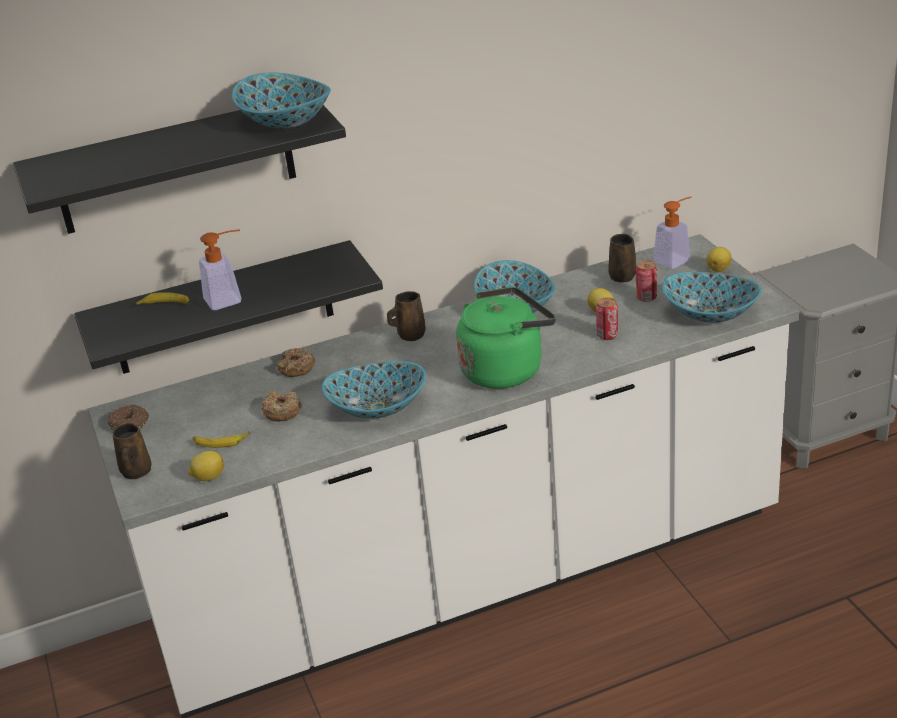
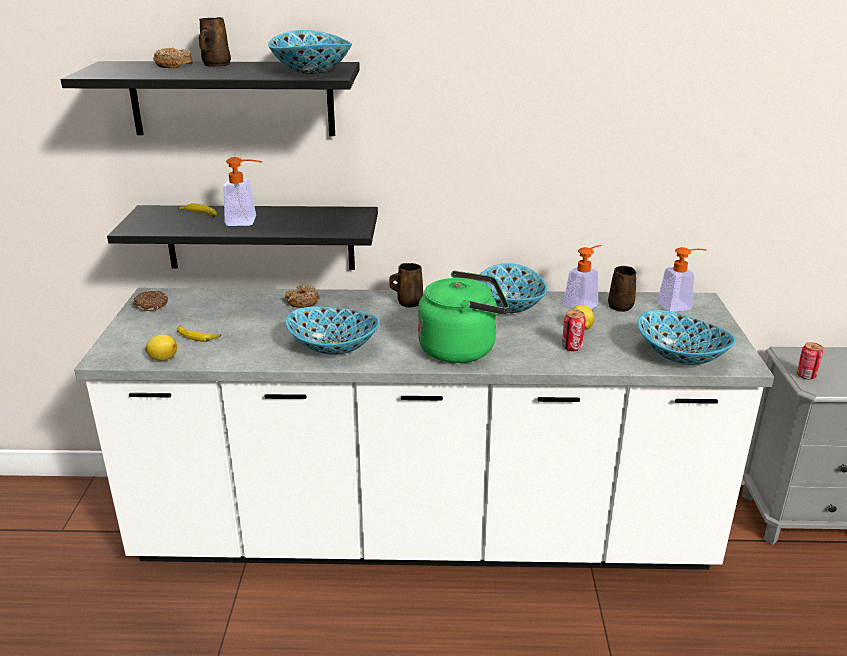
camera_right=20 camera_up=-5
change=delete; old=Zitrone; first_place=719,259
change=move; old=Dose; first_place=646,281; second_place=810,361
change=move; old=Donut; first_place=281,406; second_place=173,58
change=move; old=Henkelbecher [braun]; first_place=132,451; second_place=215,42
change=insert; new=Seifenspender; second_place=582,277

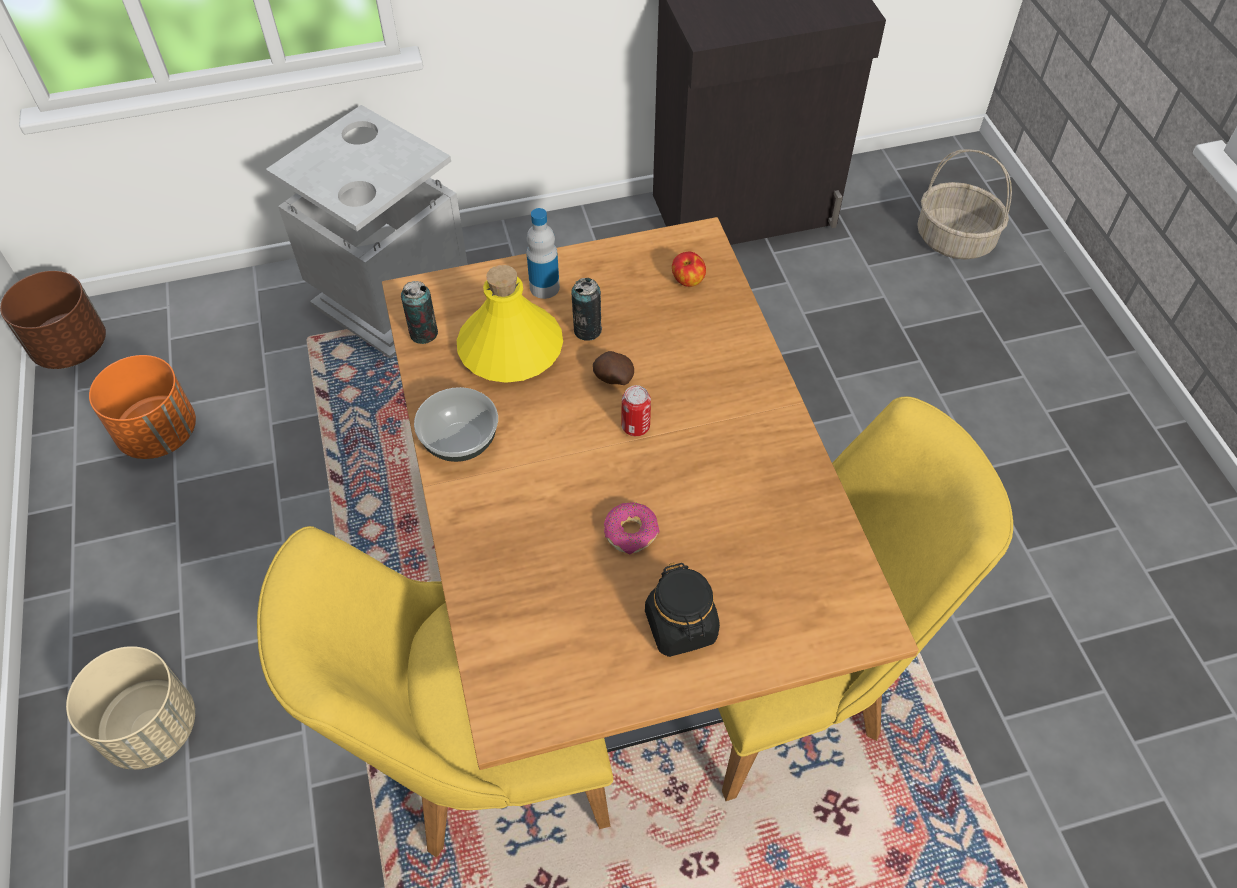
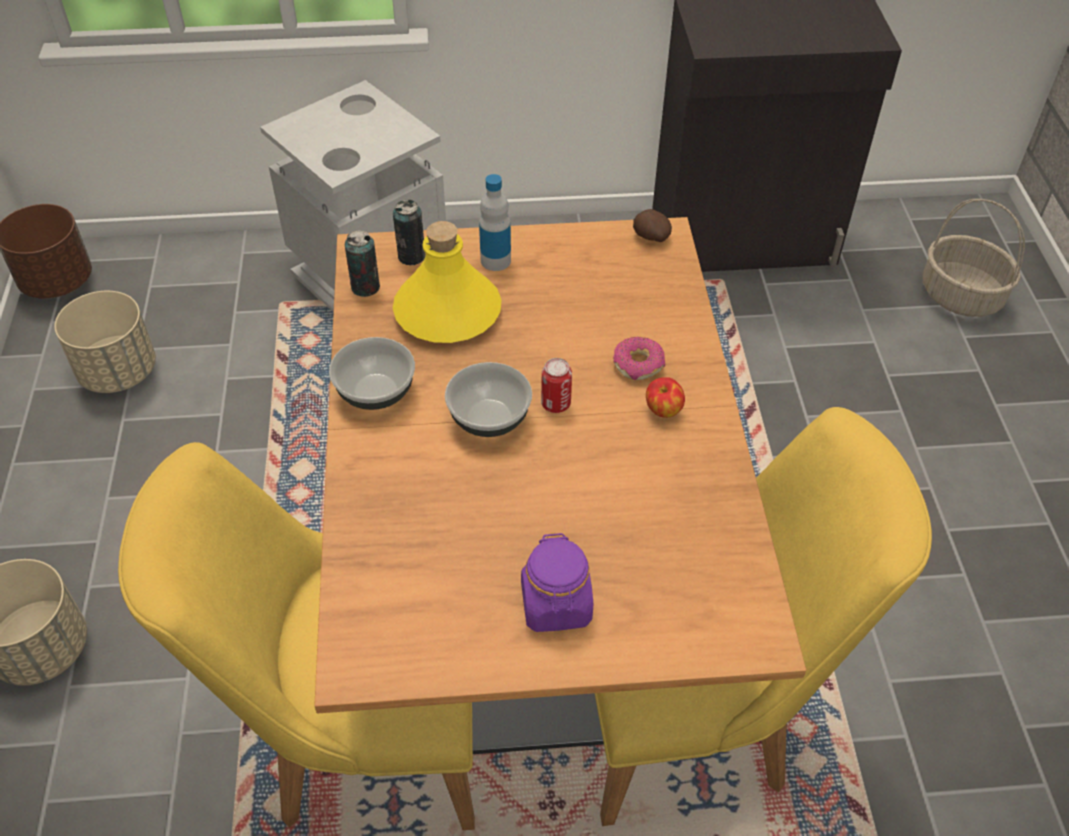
camera_right=10 camera_up=-5
change=move; old=Apfel; first_place=689,269; second_place=665,397
change=move; old=Dose; first_place=586,309; second_place=409,232
change=move; old=Kartoffel; first_place=613,368; second_place=652,225
change=recolor; old=Pflanzkübel [orange]; new=Pflanzkübel [beige]; first_place=142,407; second_place=105,342
change=move; old=Donut; first_place=632,528; second_place=639,358
change=recolor; old=Vorratsglas [schwarz]; new=Vorratsglas [lila]; first_place=682,610; second_place=557,582
change=insert; new=Schüssel; second_place=488,399

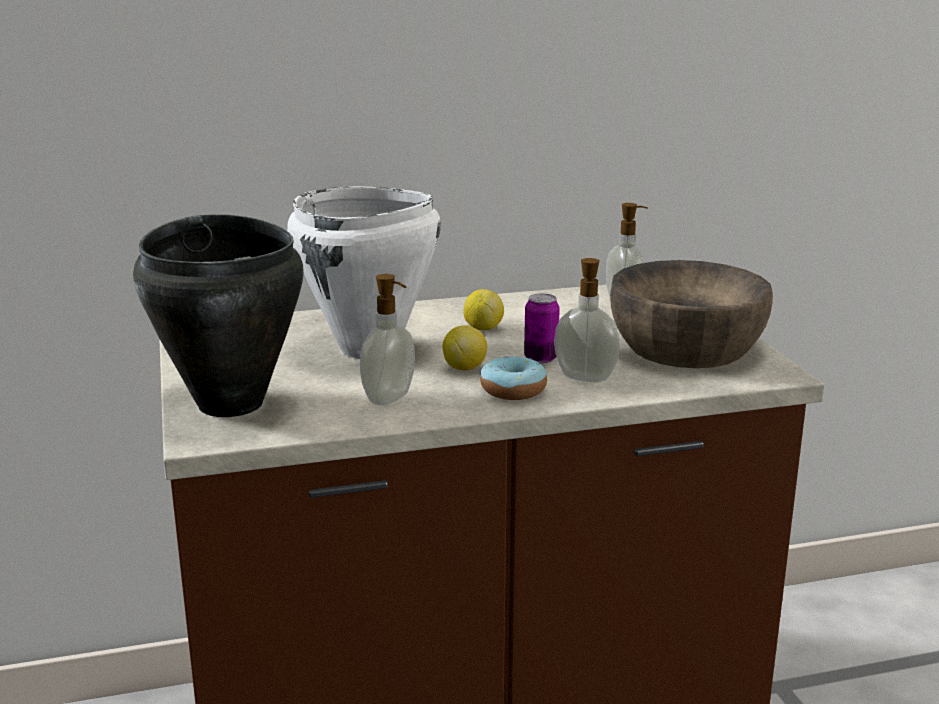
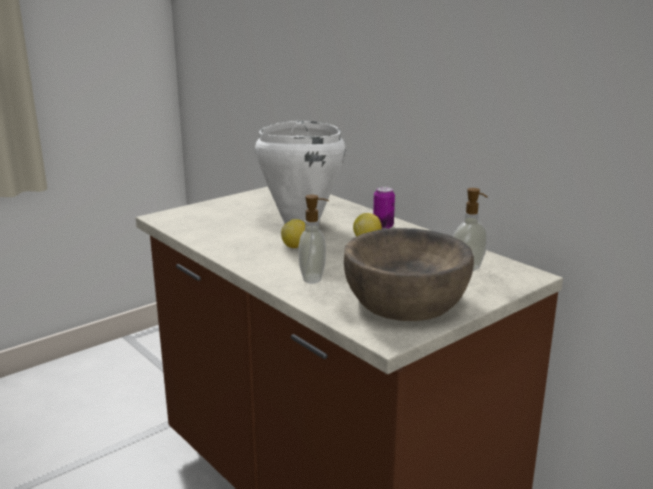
camera_right=65 camera_up=0
change=delete; old=Kochtopf [schwarz]; first_place=218,315
change=delete; old=Seifenspender; first_place=387,339
change=move; old=Dose; first_place=542,328; second_place=384,208
change=delete; old=Donut; first_place=513,378

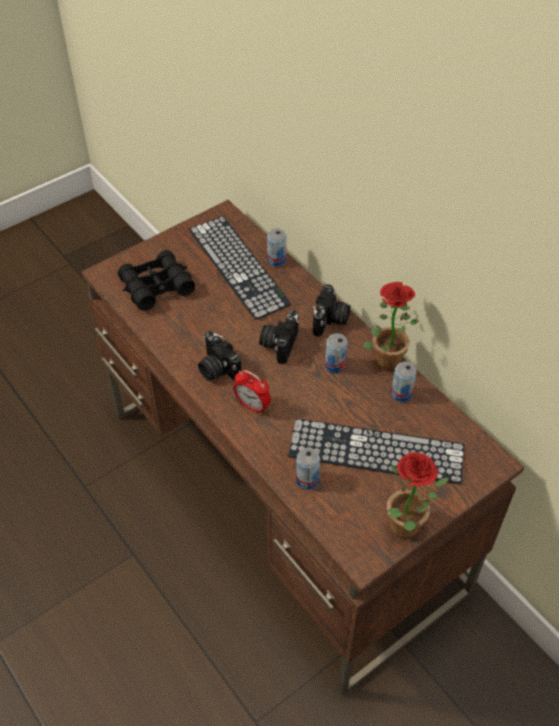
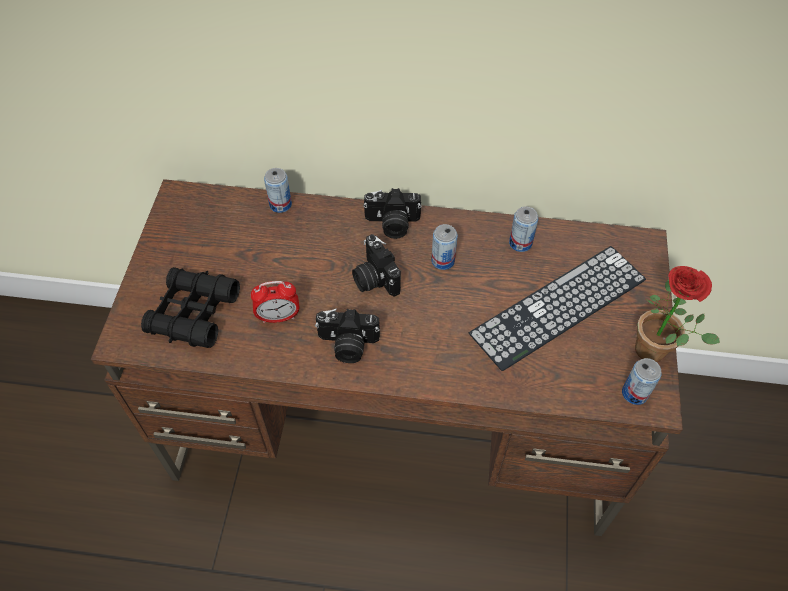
camera_right=-45 camera_up=5
change=delete; old=Tastatur; first_place=240,268
change=delete; old=Topfpflanze; first_place=390,326
change=rotate; old=Kamera; first_place=331,310; second_place=392,213; degrees=120
change=move; old=Wecker; first_place=252,392; second_place=275,302
change=move; old=Dose; first_place=308,469; second_place=642,381

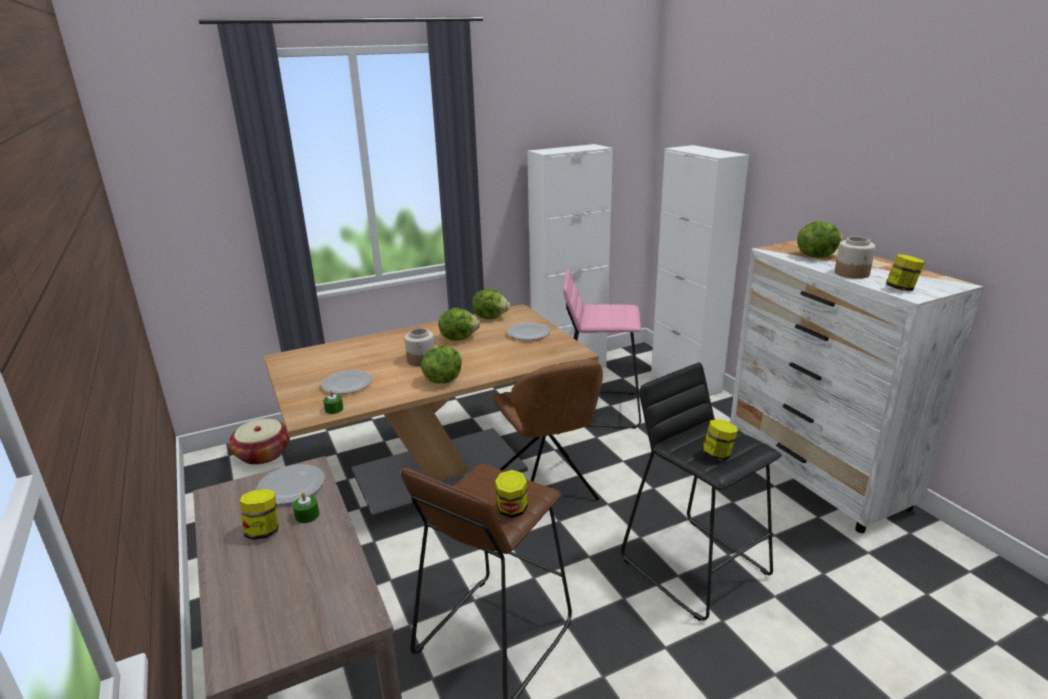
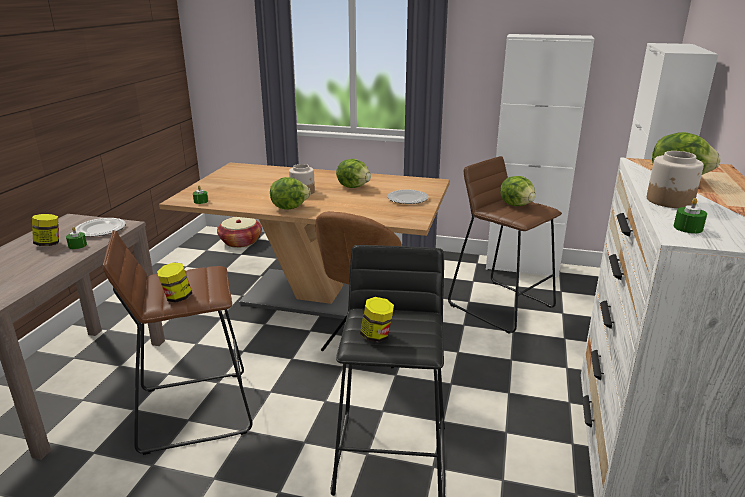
camera_right=40 camera_up=0
change=replace; old=Vorratsglas; new=Kerze [grün]; first_place=905,272; second_place=690,215
change=recolor; old=Hocker [rosa]; new=Hocker [braun]; first_place=602,348; second_place=505,245
change=move; old=Salatkopf; first_place=491,304; second_place=518,191
change=delete; old=Teller; first_place=347,382

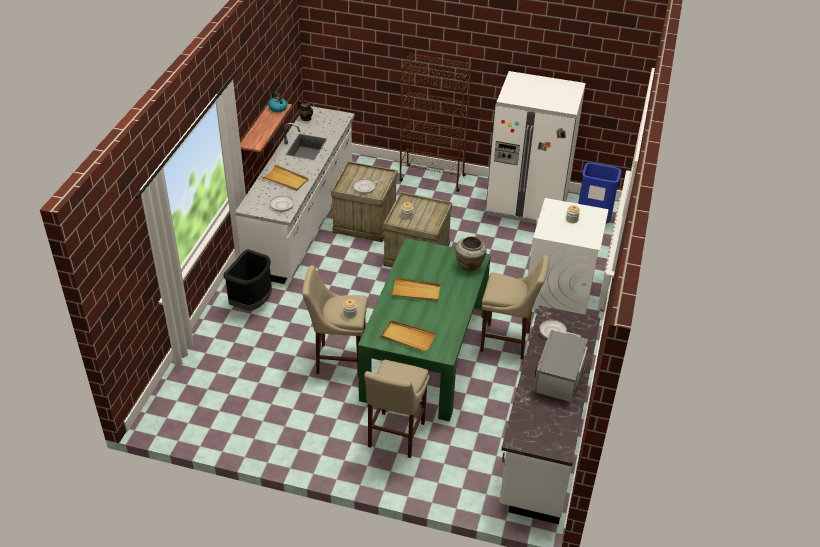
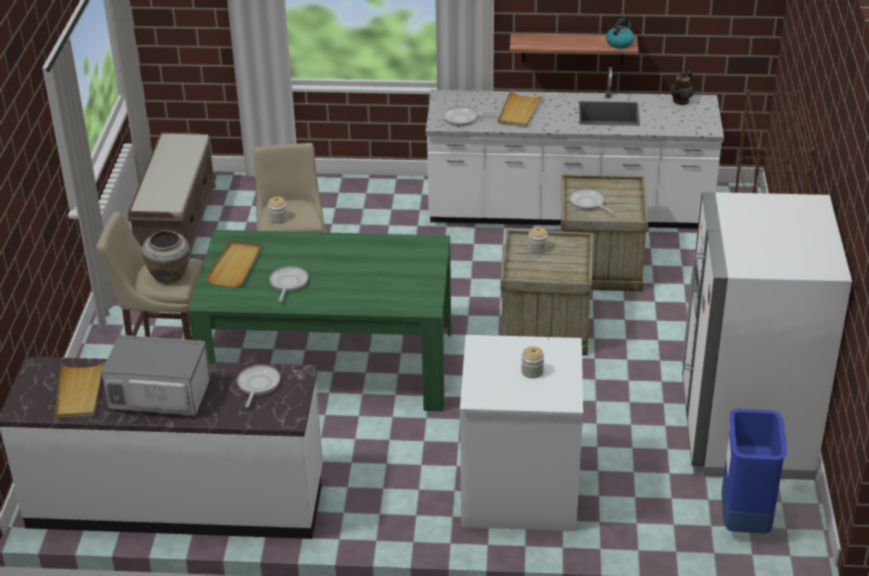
camera_right=80 camera_up=-5
change=move; old=Vase [beige]; first_place=471,253; second_place=166,256
change=delete; old=Mülleimer [schwarz]; first_place=247,280
change=delete; old=Hocker [beige]; first_place=515,307
change=move; old=Tablett [beige]; first_place=416,290; second_place=79,390
change=insert; new=Bank [braun]; second_place=172,193
change=insert; new=Pfanne; second_place=288,284

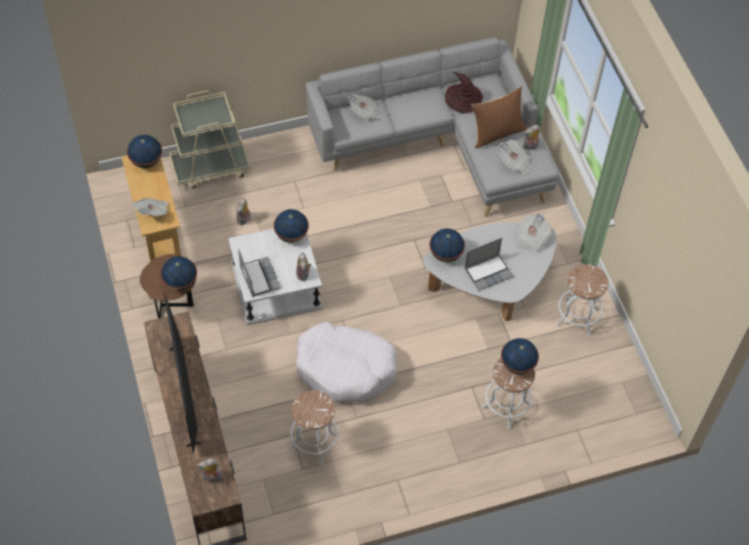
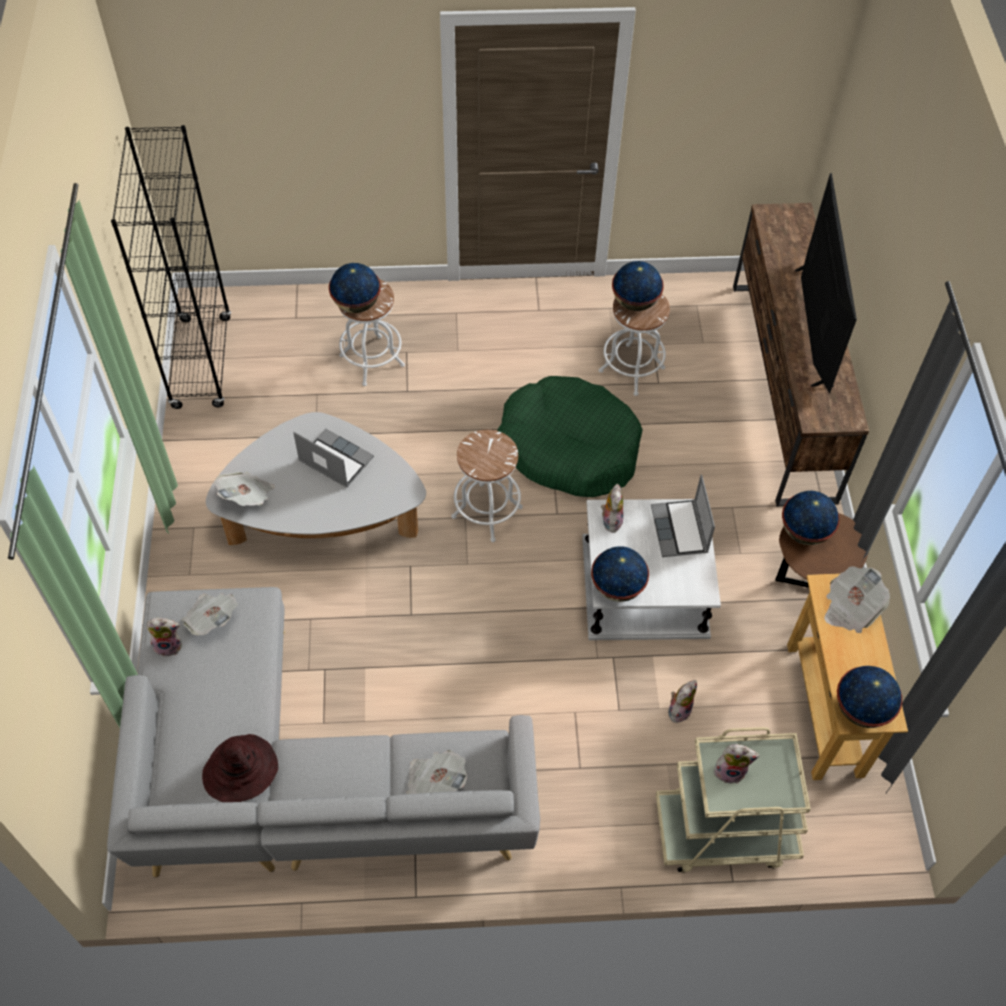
camera_right=-165 camera_up=0
change=delete; old=Kissen [braun]; first_place=499,117
change=move; old=Globus; first_place=447,245; second_place=638,286
change=rotate; old=Laptop; first_place=488,264; second_place=333,458; degrees=45
change=move; old=Hocker [weiß]; first_place=582,300; second_place=487,486
change=recolor; old=Hundebett [weiß]; new=Hundebett [grün]; first_place=346,362; second_place=570,436
change=move; old=Plüschtier; first_place=209,470; second_place=736,764
change=insert; new=Bücherregal [schwarz]; second_place=171,267

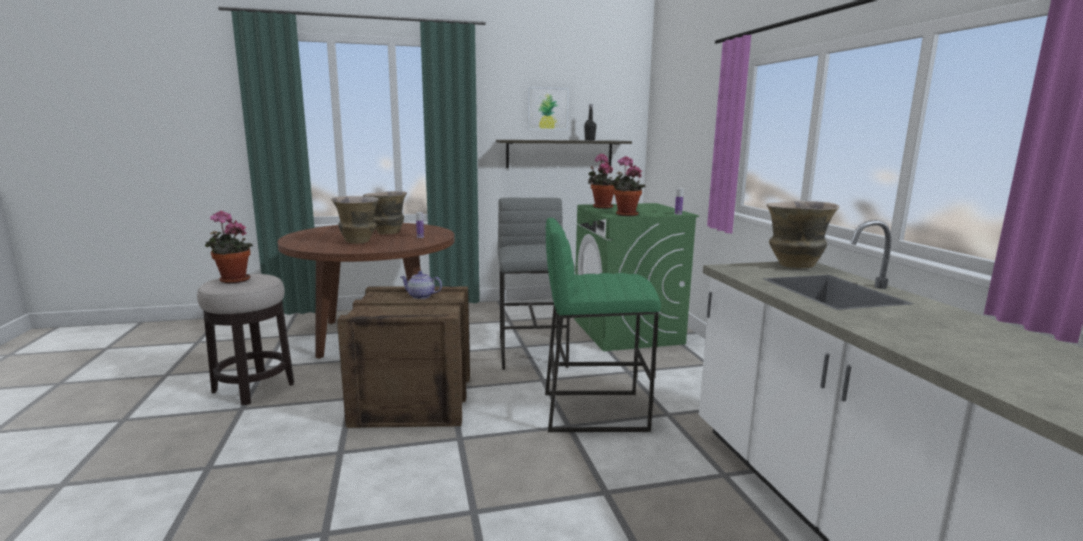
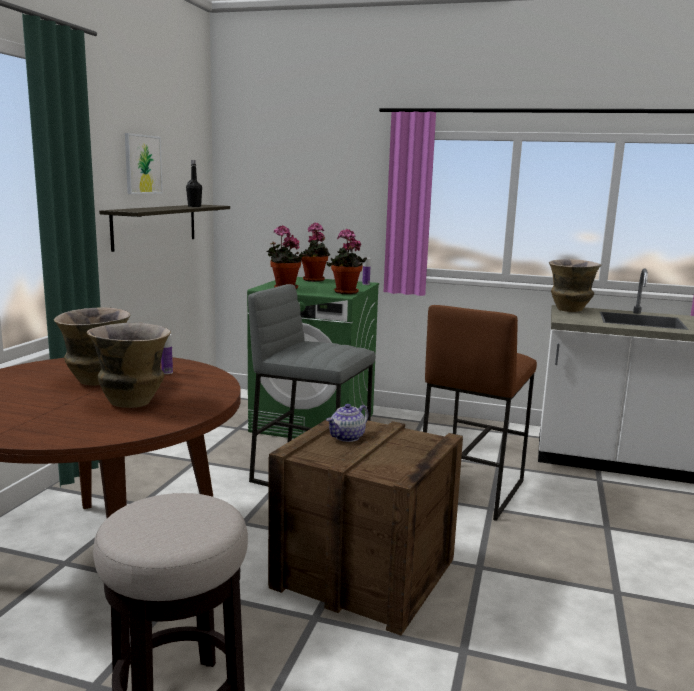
camera_right=-60 camera_up=0
change=move; old=Topfpflanze; first_place=229,247; second_place=314,252
change=recolor; old=Hocker [grün]; new=Hocker [braun]; first_place=603,325; second_place=480,413

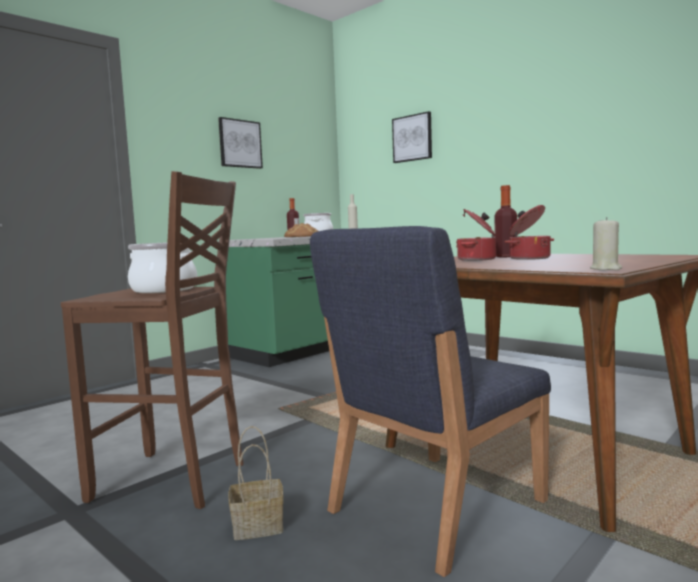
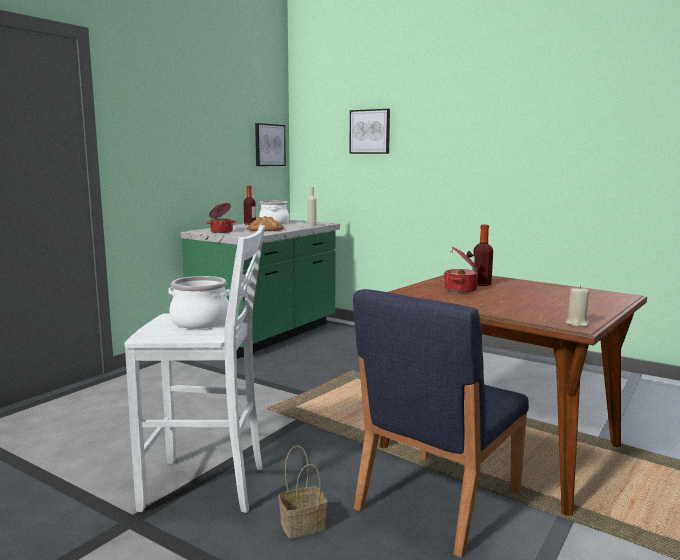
camera_right=-10 camera_up=5
change=move; old=Bild; first_place=240,143; second_place=270,144
change=recolor; old=Hocker [braun]; new=Hocker [weiß]; first_place=152,340; second_place=195,369
change=move; old=Kochtopf; first_place=529,232; second_place=221,218

